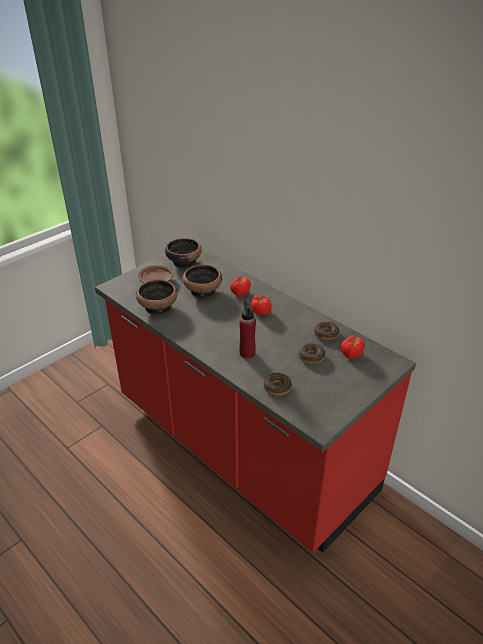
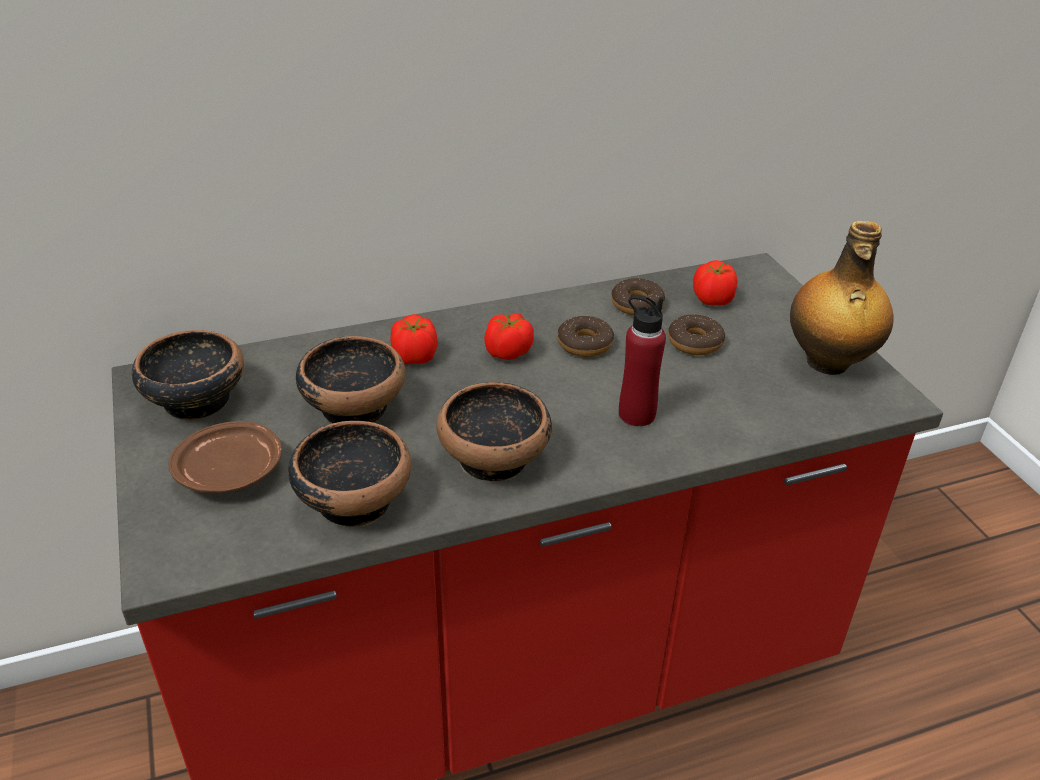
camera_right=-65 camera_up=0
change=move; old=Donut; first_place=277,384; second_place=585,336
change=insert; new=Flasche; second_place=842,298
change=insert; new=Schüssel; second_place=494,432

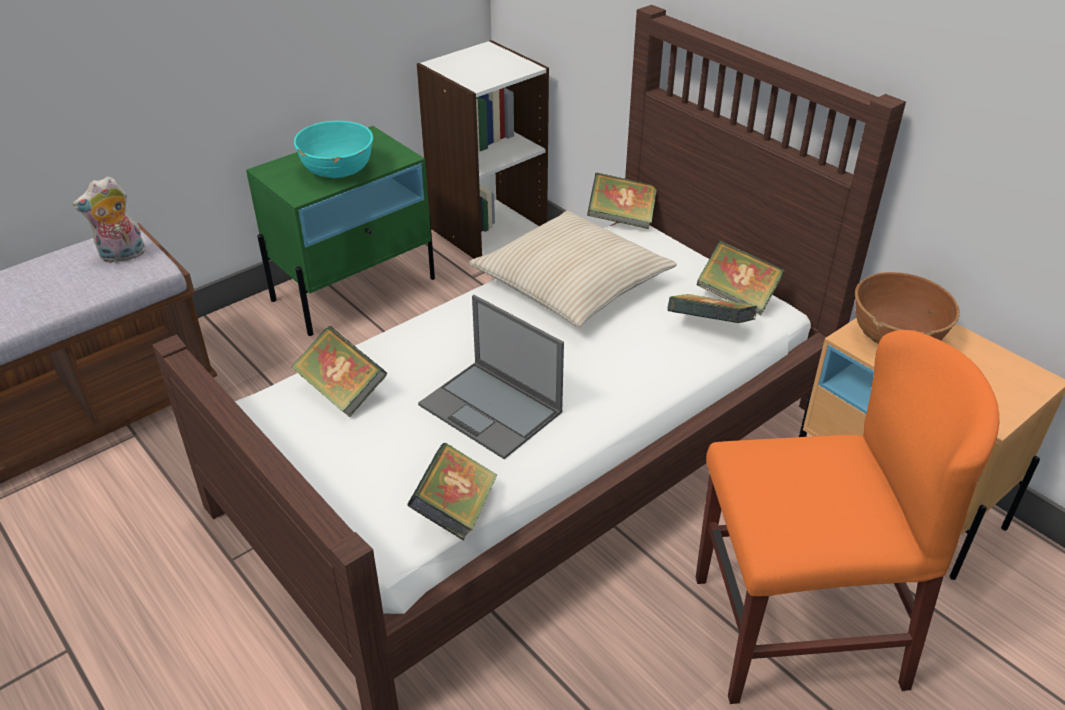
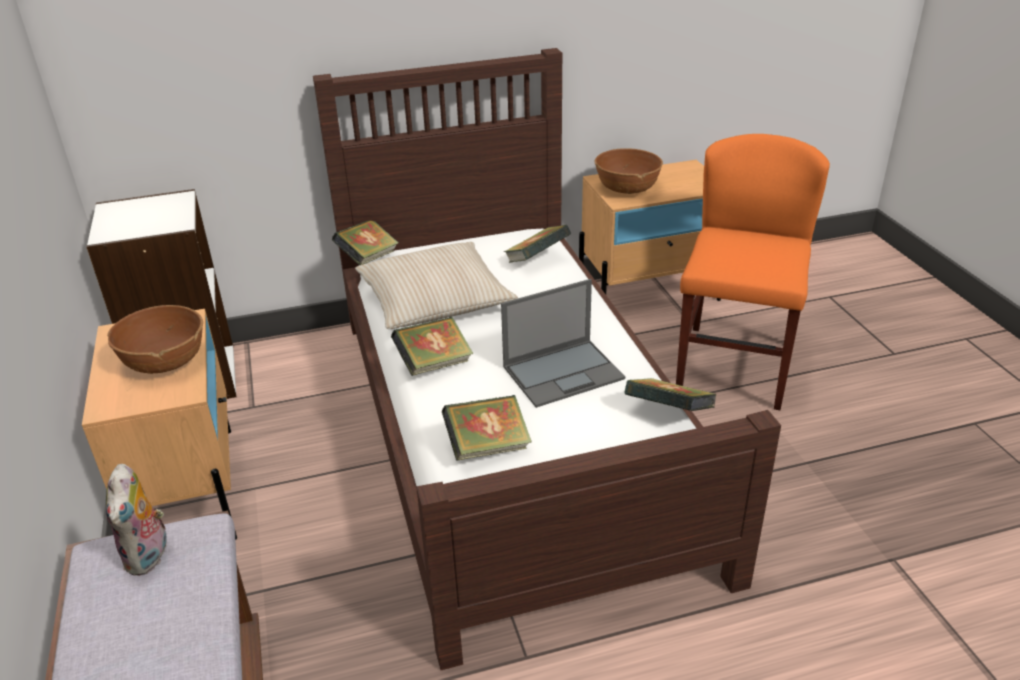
camera_right=-65 camera_up=-5
change=recolor; old=Schüssel [türkis]; new=Schüssel [braun]; first_place=333,150; second_place=155,339
change=recolor; old=Nachttisch [grün]; new=Nachttisch [beige]; first_place=340,231; second_place=159,424
change=move; old=Buch; first_place=740,278; second_place=432,346

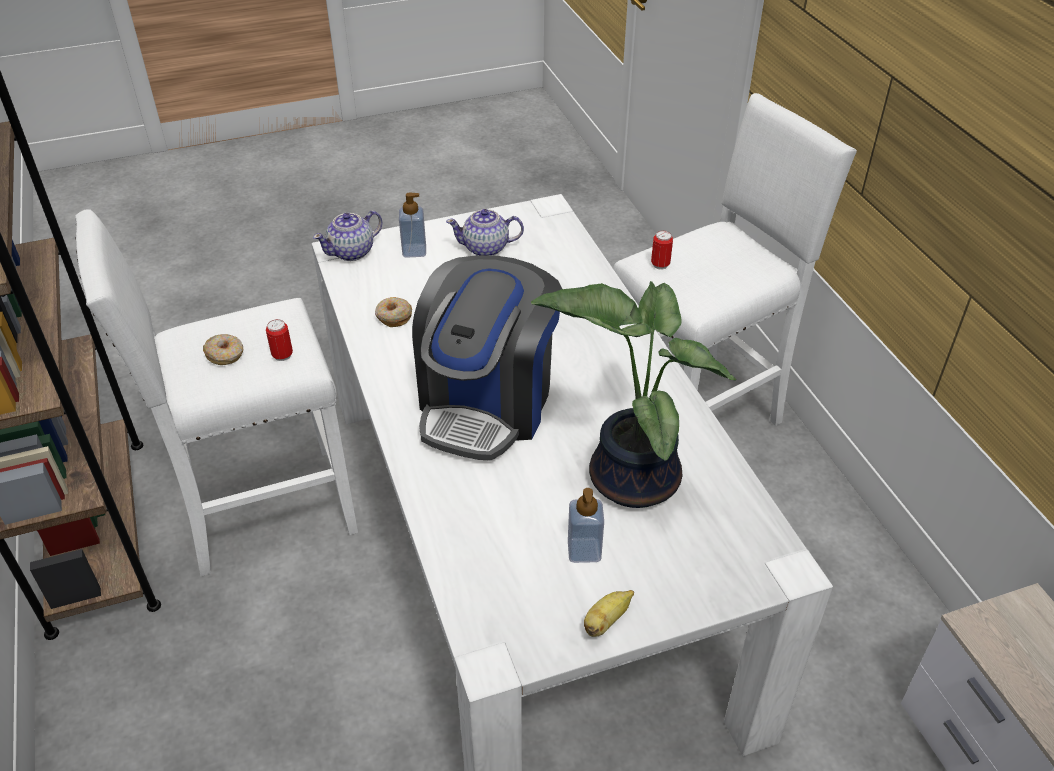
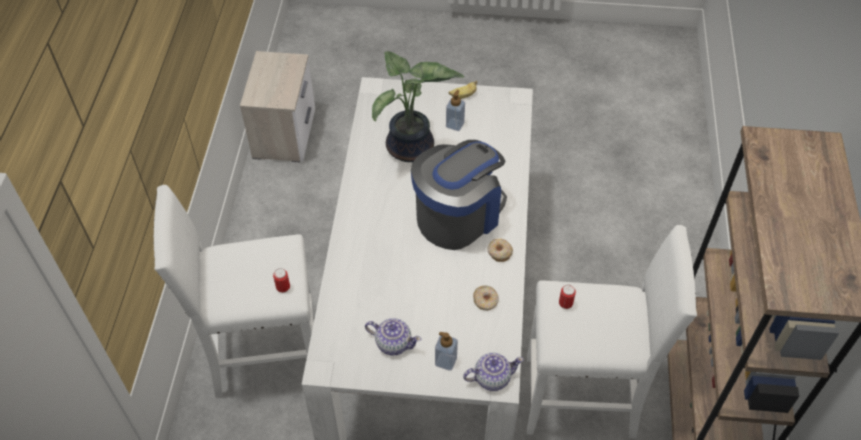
camera_right=-155 camera_up=10
change=move; old=Donut; first_place=223,349; second_place=500,250

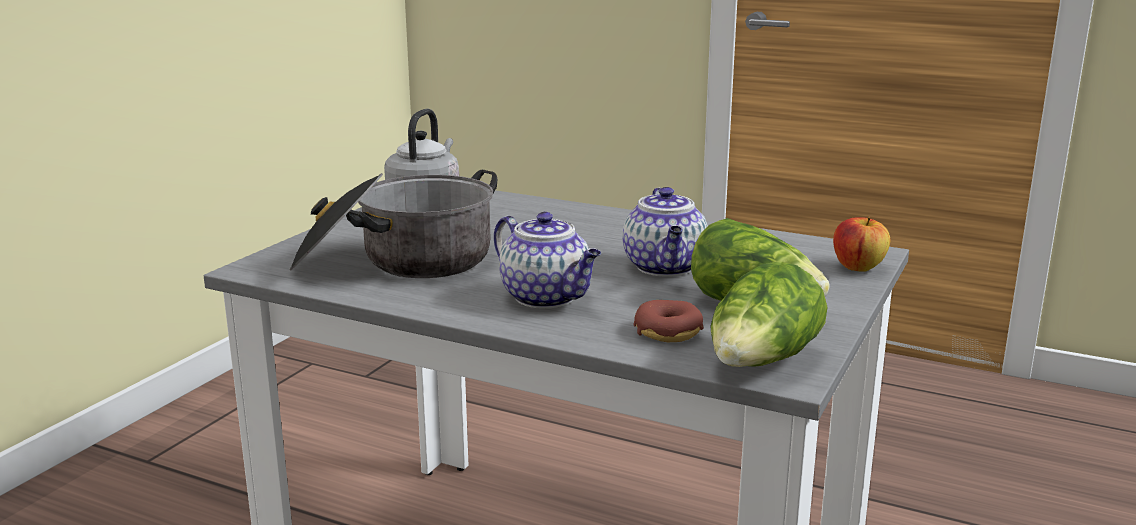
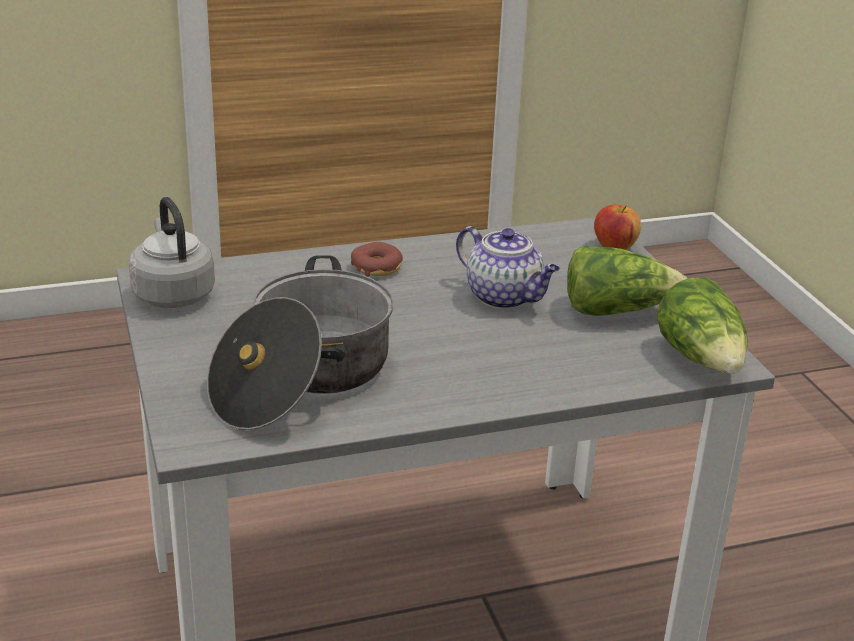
camera_right=-45 camera_up=10
change=delete; old=Teekanne; first_place=547,260
change=move; old=Donut; first_place=669,321; second_place=377,259

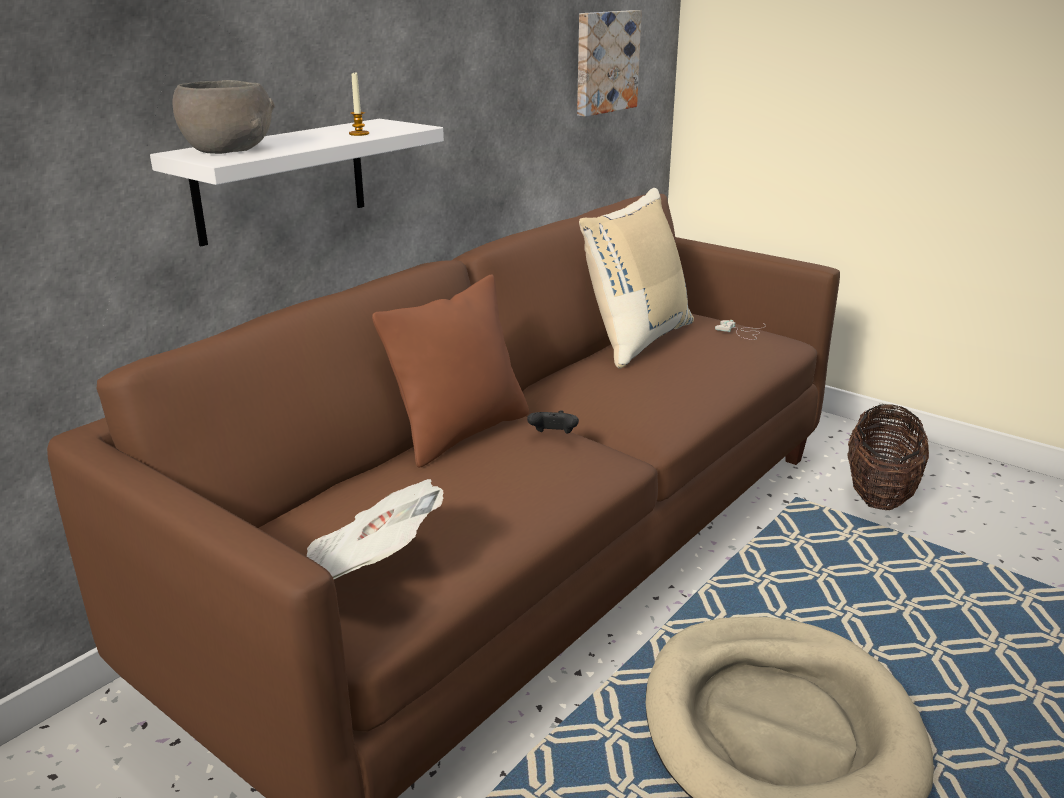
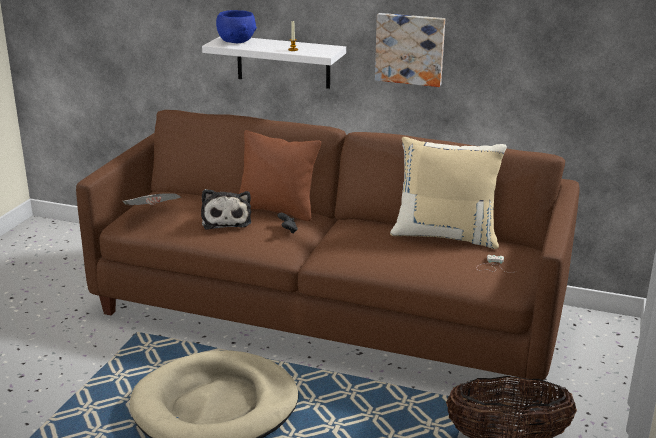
camera_right=70 camera_up=0
change=move; old=Bild; first_place=609,63; second_place=410,50
change=recolor; old=Schüssel [grau]; new=Schüssel [blau]; first_place=223,117; second_place=236,26
change=insert; new=Plüschtier; second_place=226,209

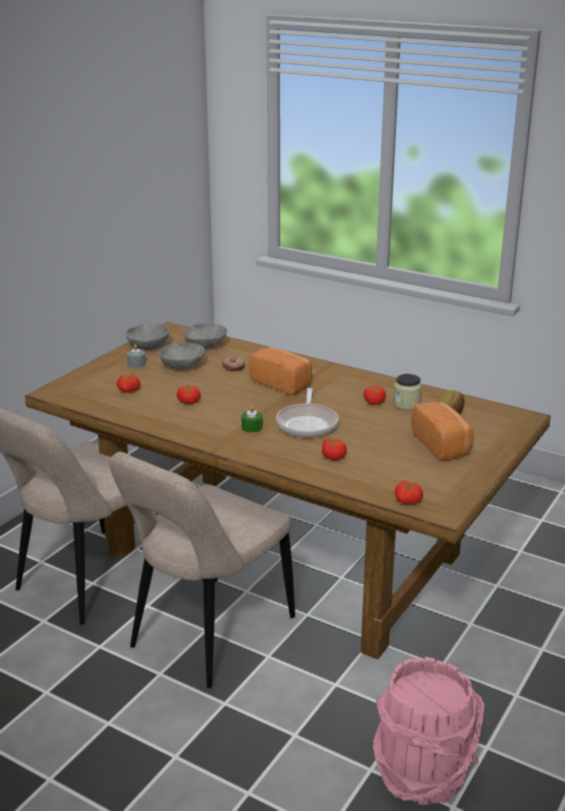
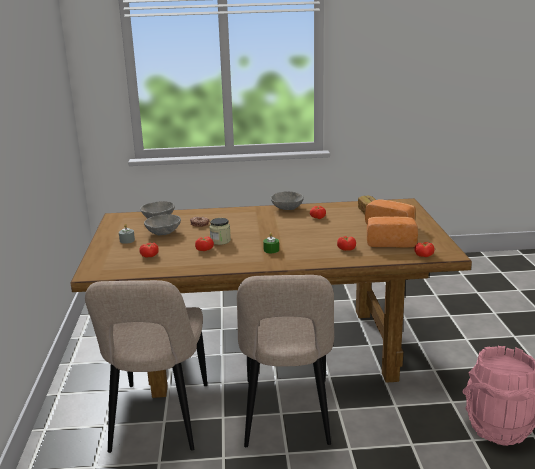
camera_right=-35 camera_up=-5
change=move; old=Schüssel [grau]; first_place=147,336; second_place=287,200
change=move; old=Brot; first_place=280,371; second_place=392,231
change=move; old=Vorratsglas; first_place=407,392; second_place=220,231
change=delete; old=Pfanne; first_place=307,412

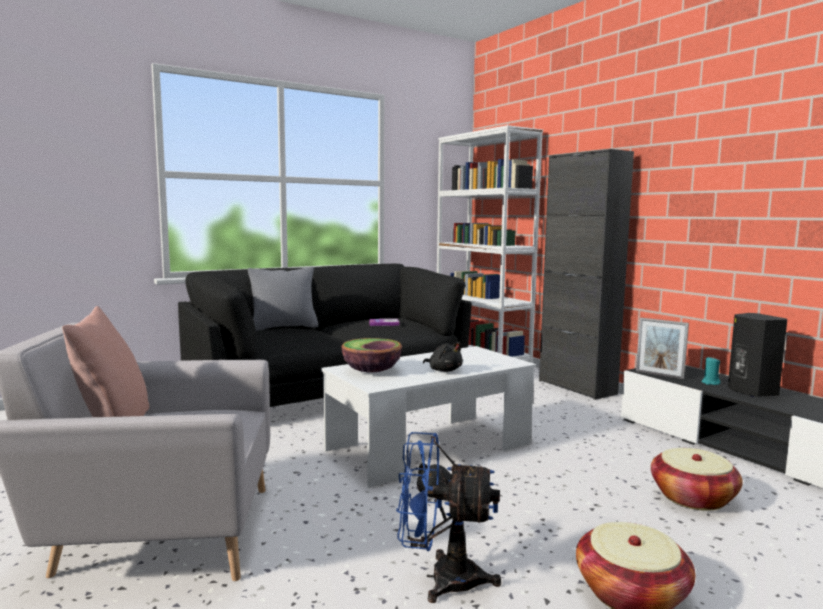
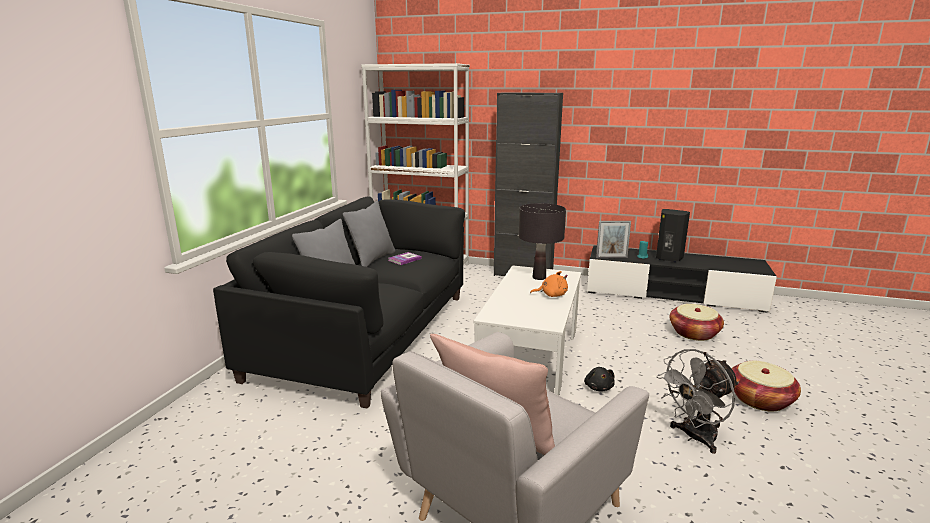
camera_right=-40 camera_up=10
change=delete; old=Schüssel; first_place=371,355
change=recolor; old=Plüschtier [schwarz]; new=Plüschtier [orange]; first_place=443,357; second_place=549,284
change=recolor; old=Ventilator [blau]; new=Ventilator [grau]; first_place=448,517; second_place=698,401
change=insert; new=Kissen [grau]; second_place=369,234
change=insert; new=Tischlampe [schwarz]; second_place=542,241

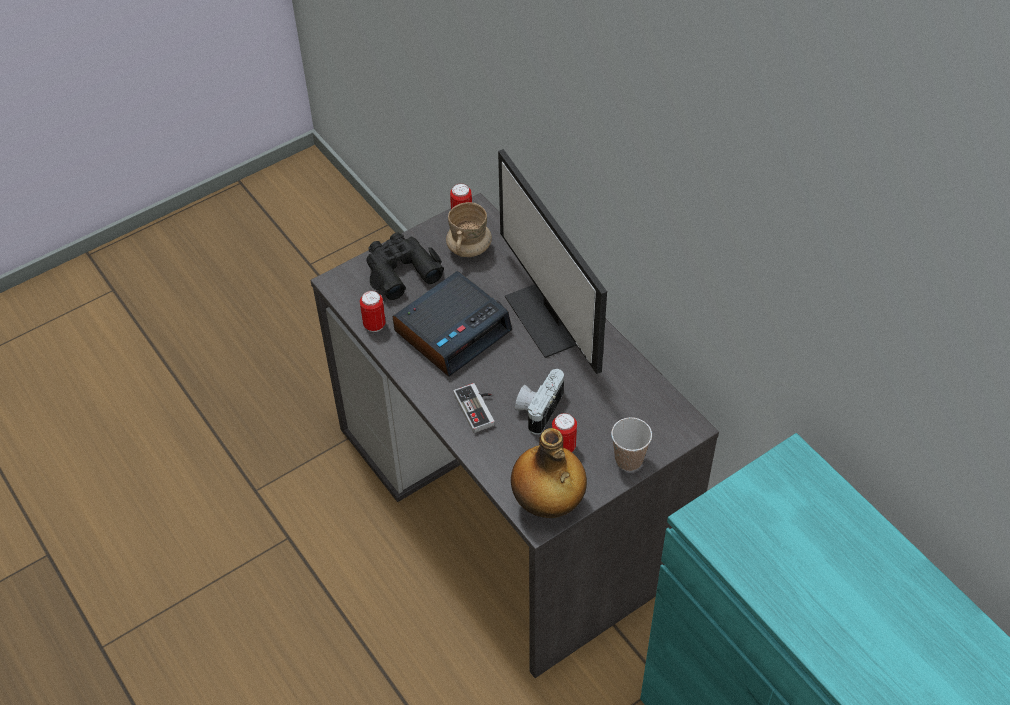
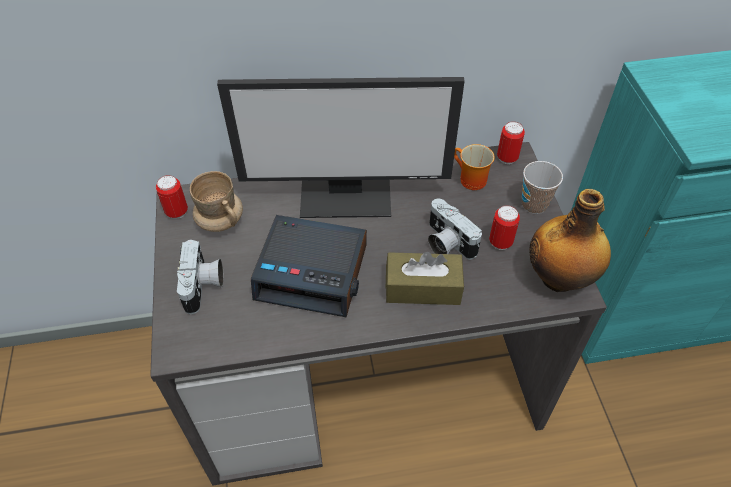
camera_right=-65 camera_up=0
change=replace; old=Fernglas [schwarz]; new=Kamera; first_place=405,266; second_place=200,277
change=rotate; old=Wecker; first_place=452,324; second_place=309,266; degrees=120
change=move; old=Dose; first_place=373,311; second_place=511,142
change=replace; old=Gamepad; new=Taschentuchbox [braun]; first_place=474,408; second_place=424,278
change=insert; new=Henkelbecher; second_place=474,167

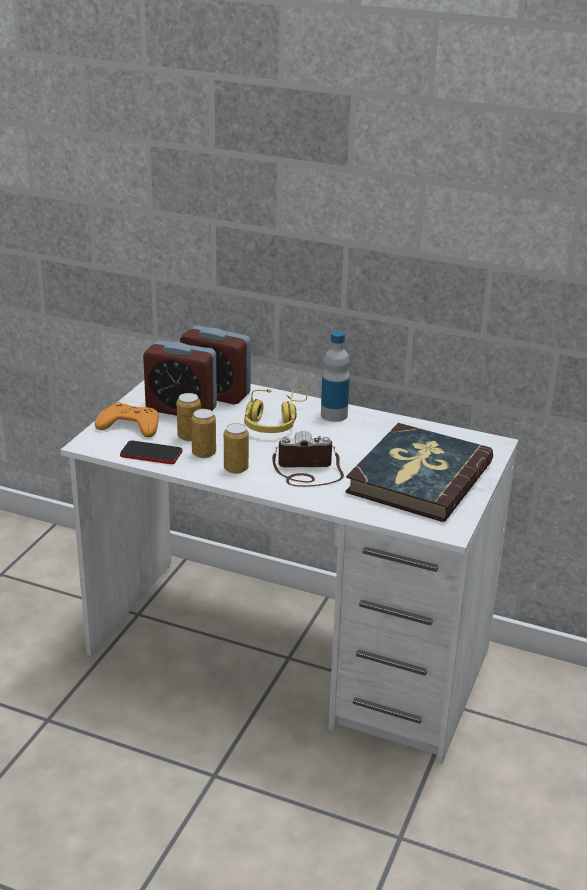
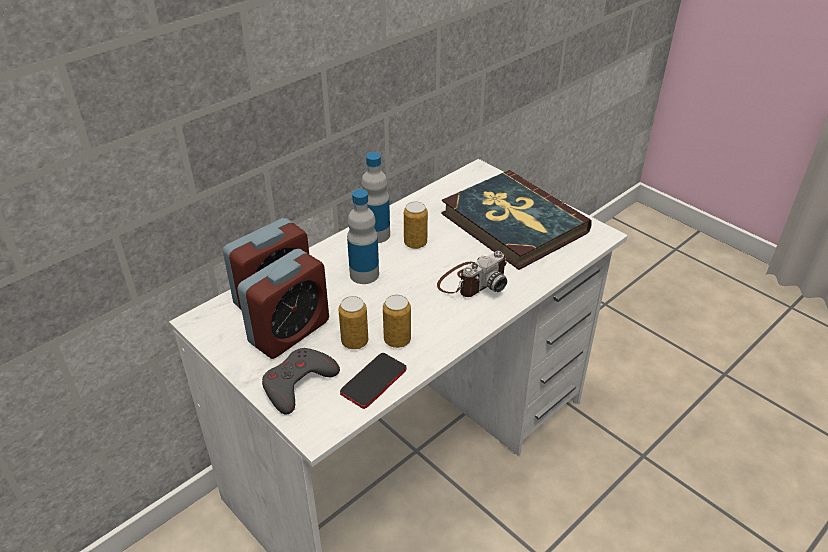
camera_right=-65 camera_up=10
change=replace; old=Kopfhörer [gelb]; new=Flasche; first_place=275,411; second_place=363,236
change=recolor; old=Gamepad [orange]; new=Gamepad [grau]; first_place=127,419; second_place=301,381
change=move; old=Dose; first_place=236,448; second_place=416,225
change=rotate; old=Kamera; first_place=308,459; second_place=472,274; degrees=-150

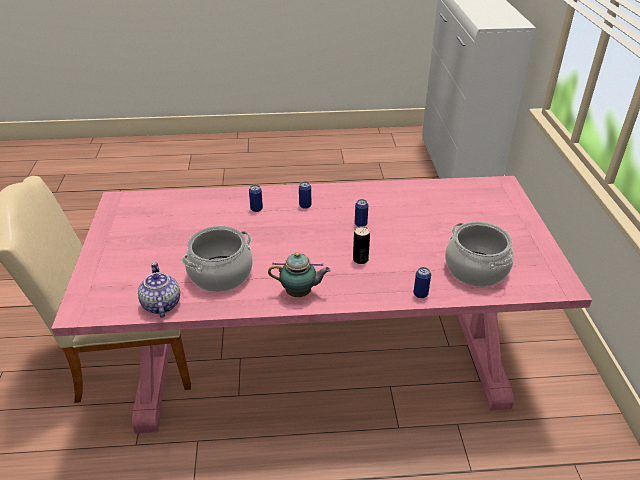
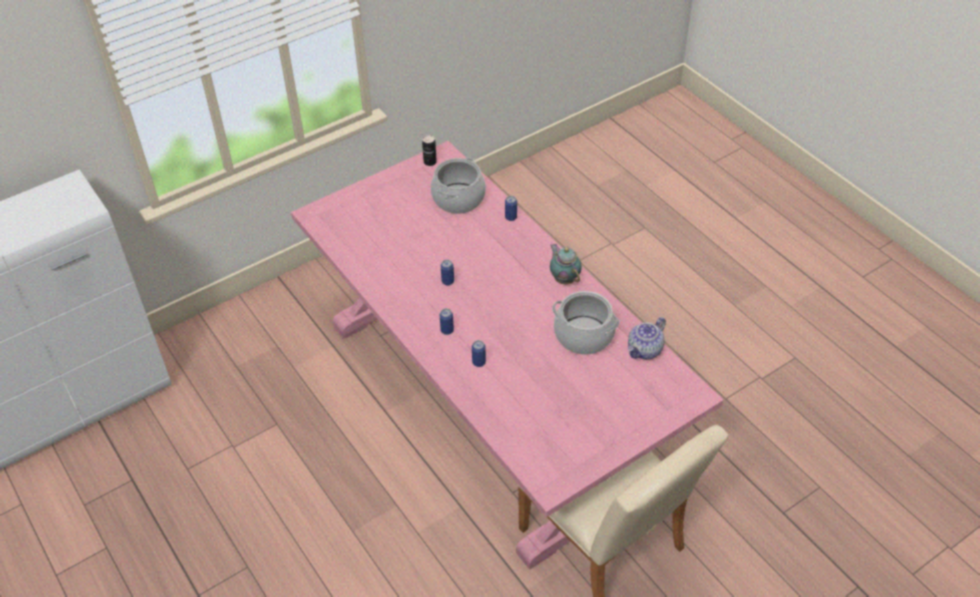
camera_right=-120 camera_up=10
change=move; old=Dose; first_place=361,245; second_place=429,150

